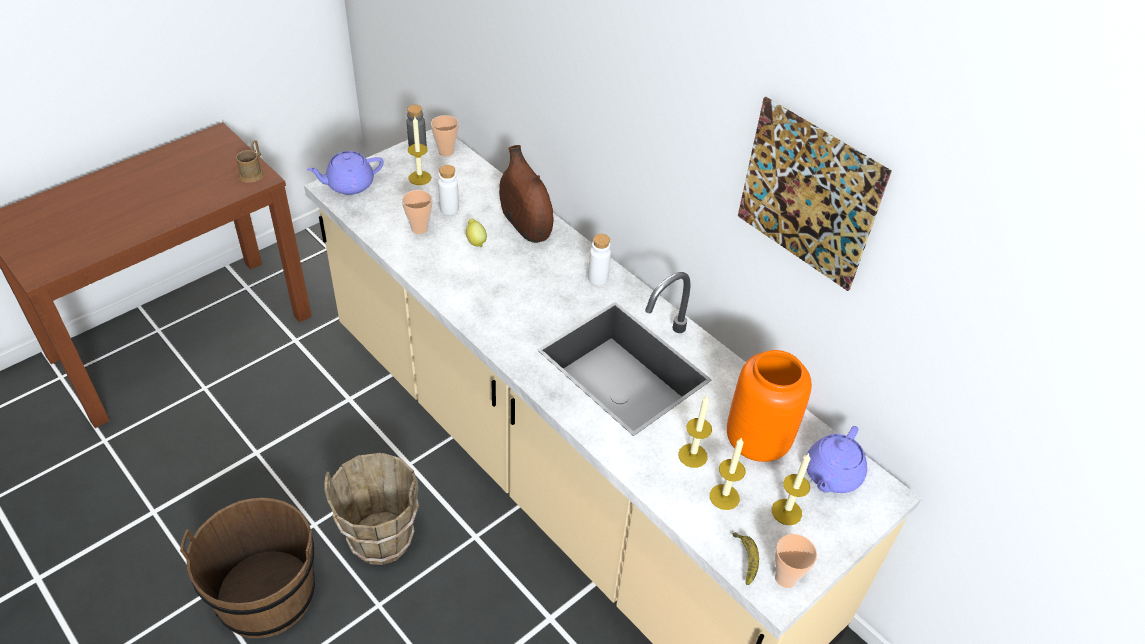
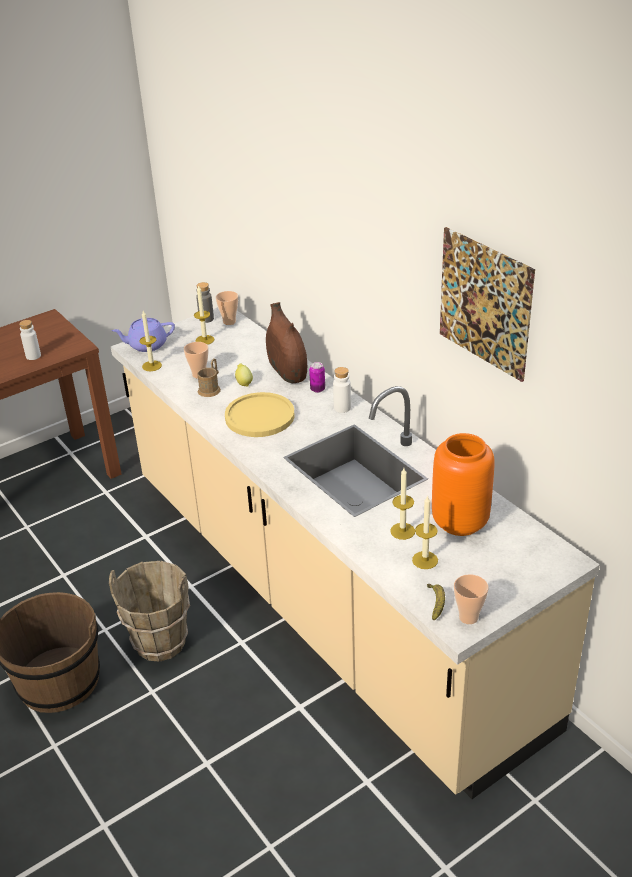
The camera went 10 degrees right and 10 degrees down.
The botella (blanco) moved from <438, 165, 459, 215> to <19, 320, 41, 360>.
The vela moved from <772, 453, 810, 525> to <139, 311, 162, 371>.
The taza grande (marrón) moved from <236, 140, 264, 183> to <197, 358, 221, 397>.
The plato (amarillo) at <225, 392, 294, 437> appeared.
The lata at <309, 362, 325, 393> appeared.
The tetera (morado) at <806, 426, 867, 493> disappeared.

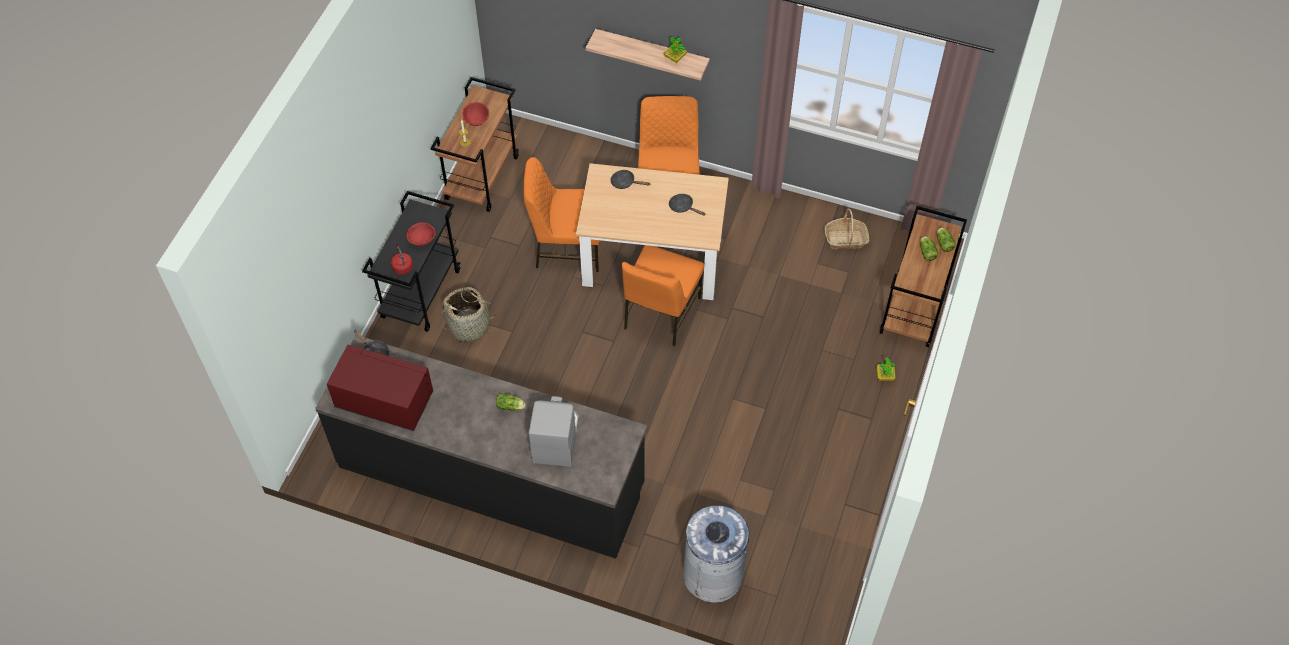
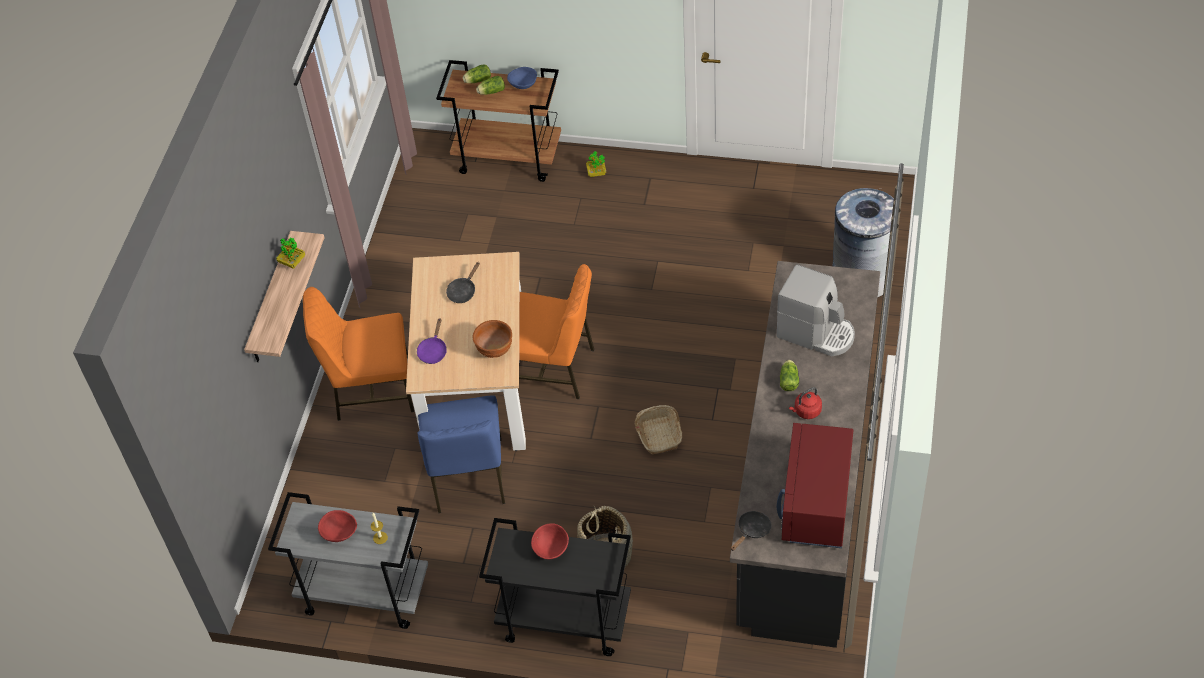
The camera went 95 degrees left and 5 degrees down.
The carrito (marrón) at <430, 77, 519, 212> became the carrito (gris) at <268, 492, 428, 629>.
The sartén (negro) at <610, 170, 651, 189> became the sartén (morado) at <417, 319, 447, 364>.
The silla (naranja) at <523, 157, 600, 272> became the silla (azul) at <417, 395, 505, 513>.
The cuenco (marrón) at <472, 320, 512, 358> appeared.
The cuenco (azul) at <507, 67, 537, 89> appeared.
The cesta moved from <824, 209, 870, 249> to <635, 405, 682, 455>.
The cafetera at <529, 396, 579, 467> turned 150 degrees counterclockwise.
The hervidor (rojo) moved from <391, 246, 413, 275> to <789, 387, 822, 419>.

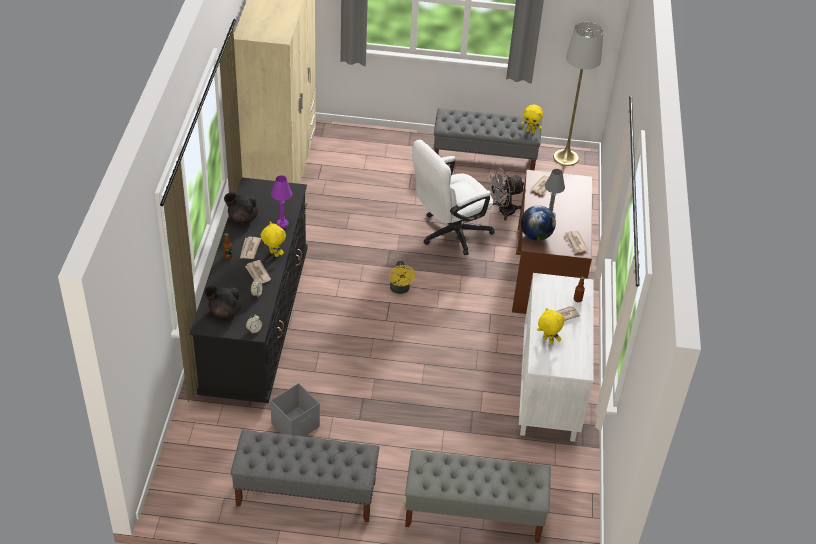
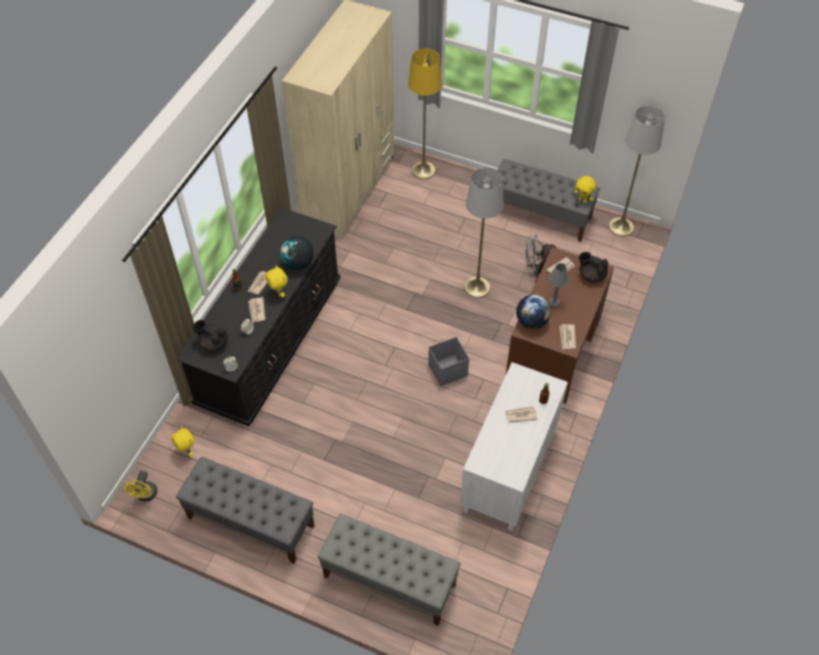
The camera went 20 degrees right and 10 degrees up.
The ventilador (amarillo) moved from <389, 261, 415, 294> to <124, 471, 158, 501>.
The peluche (amarillo) moved from <537, 308, 565, 343> to <171, 427, 194, 457>.
The lámpara de mesa (morado) at <271, 175, 292, 229> was replaced by the globo terráqueo at <280, 236, 314, 270>.
The lámpara de pie (amarillo) at <408, 48, 442, 179> appeared.
The caja de almacenaje (gris) moved from <270, 383, 320, 436> to <428, 337, 469, 386>.
The silla de oficina (blanco) at <412, 140, 495, 255> was replaced by the lámpara de pie (gris) at <464, 168, 504, 298>.
The tetera (negro) moved from <224, 192, 258, 223> to <579, 252, 608, 283>.

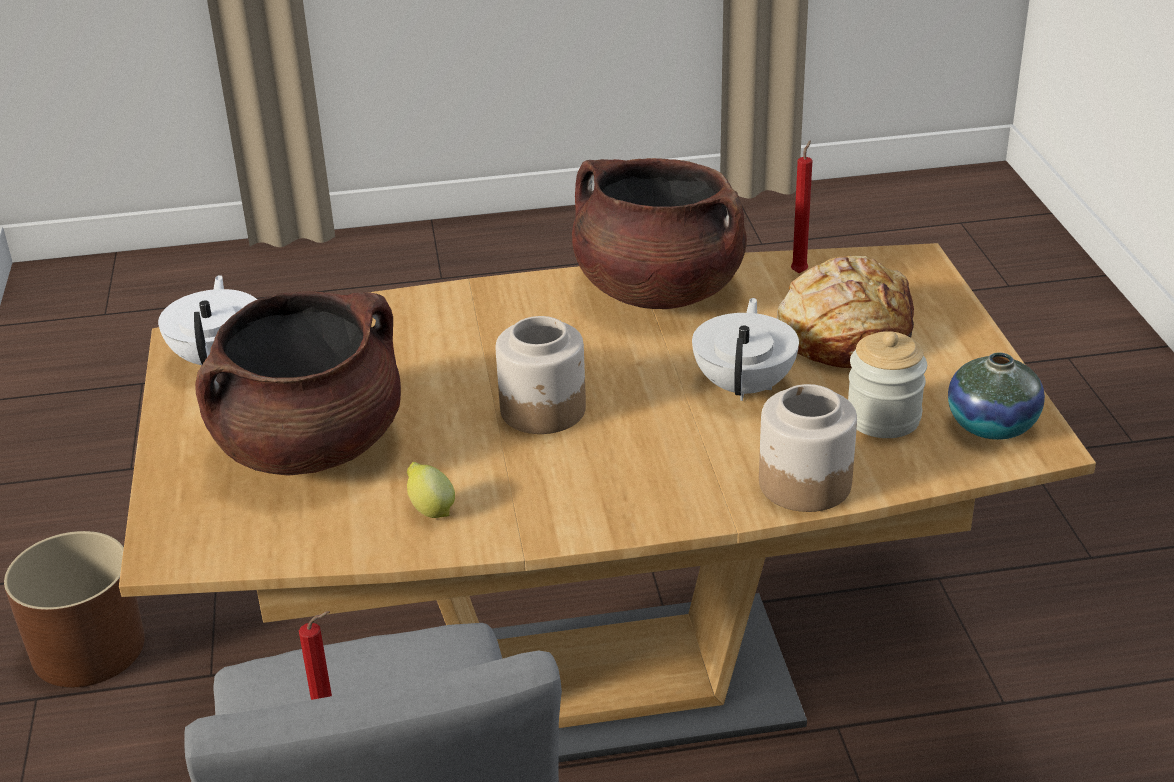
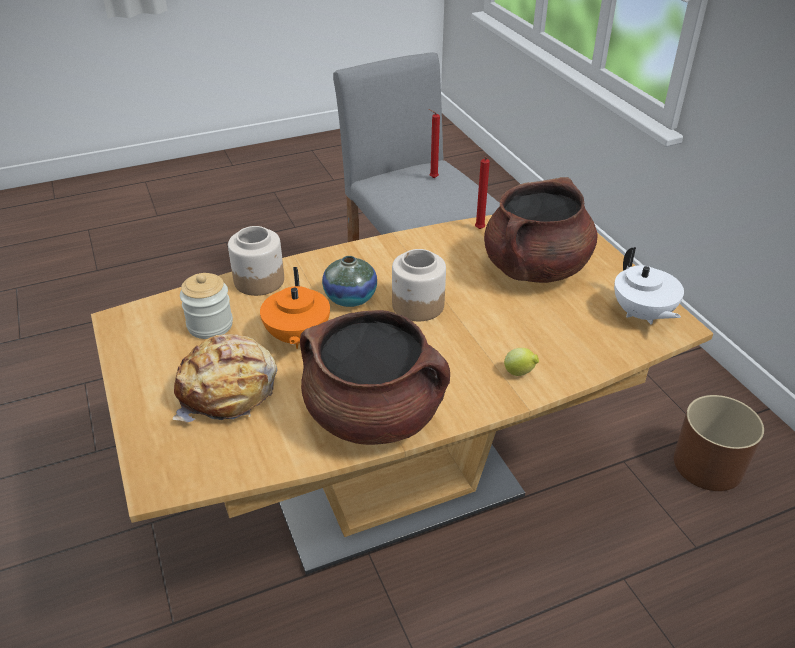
The camera went 165 degrees right and 5 degrees up.
The tetera (blanco) at <692, 298, 799, 401> became the tetera (naranja) at <260, 267, 330, 349>.
The florero moved from <948, 352, 1045, 440> to <322, 256, 377, 307>.
The vela (rojo) moved from <791, 140, 813, 273> to <475, 156, 490, 229>.
The limón moved from <407, 462, 455, 518> to <504, 348, 539, 376>.

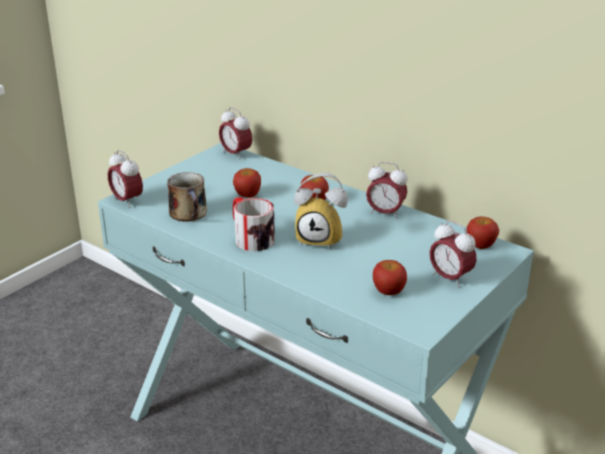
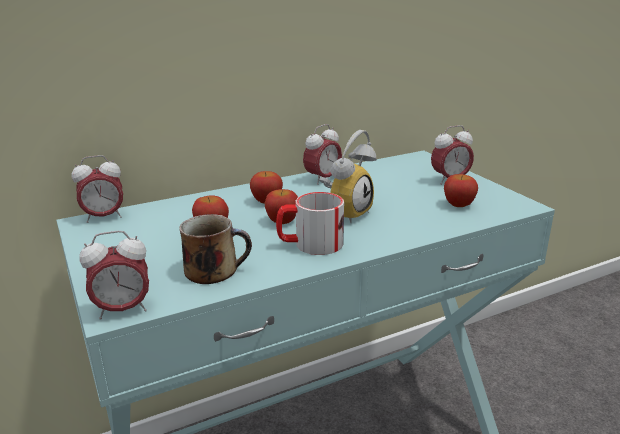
The camera went 65 degrees left and 5 degrees down.
The manzana moved from <467, 217, 499, 249> to <265, 189, 298, 224>.

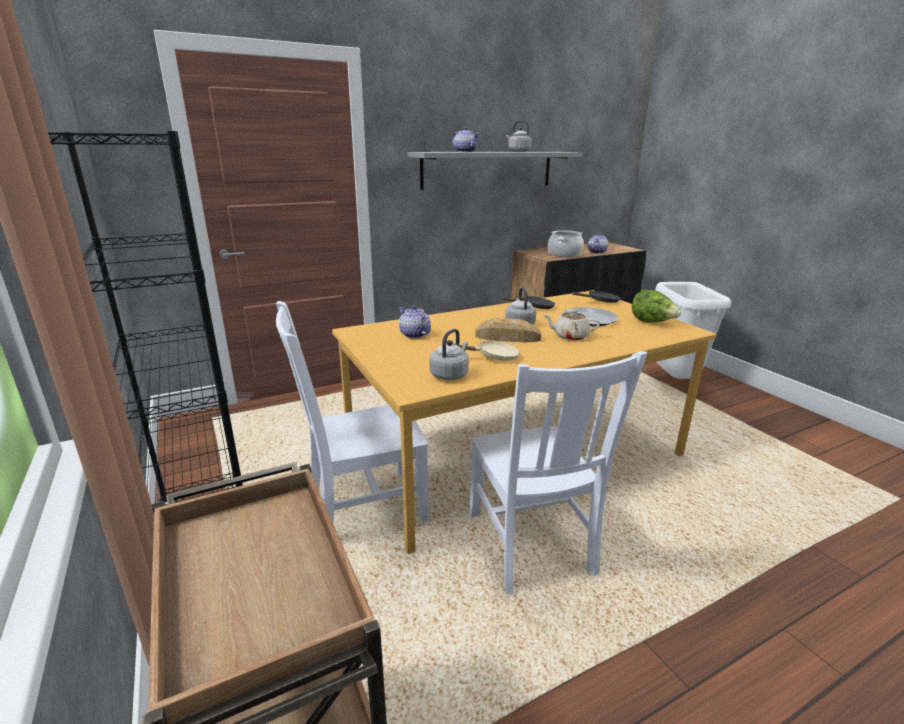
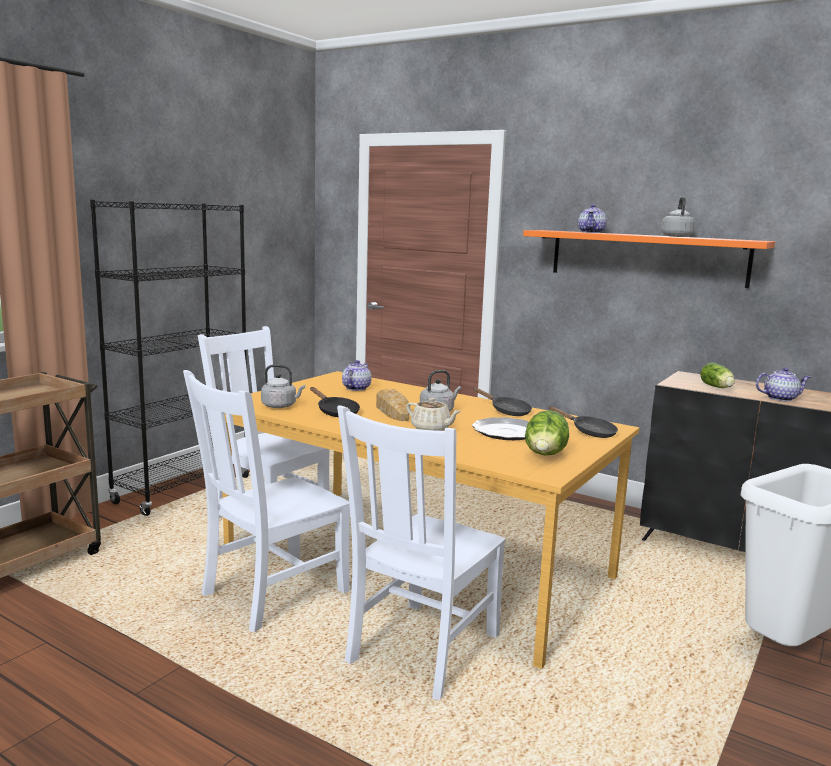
The camera went 60 degrees right and 10 degrees down.
The sartén (beis) at <452, 341, 520, 361> became the sartén (negro) at <310, 387, 360, 417>.
The silla (blanco) at <337, 405, 506, 700> appeared.
The tetera (beis) at <543, 310, 600, 341> turned 150 degrees clockwise.
The estante (gris) at <407, 152, 582, 190> became the estante (naranja) at <523, 230, 775, 288>.
The olla at <548, 230, 584, 257> was replaced by the lechuga at <700, 363, 735, 388>.

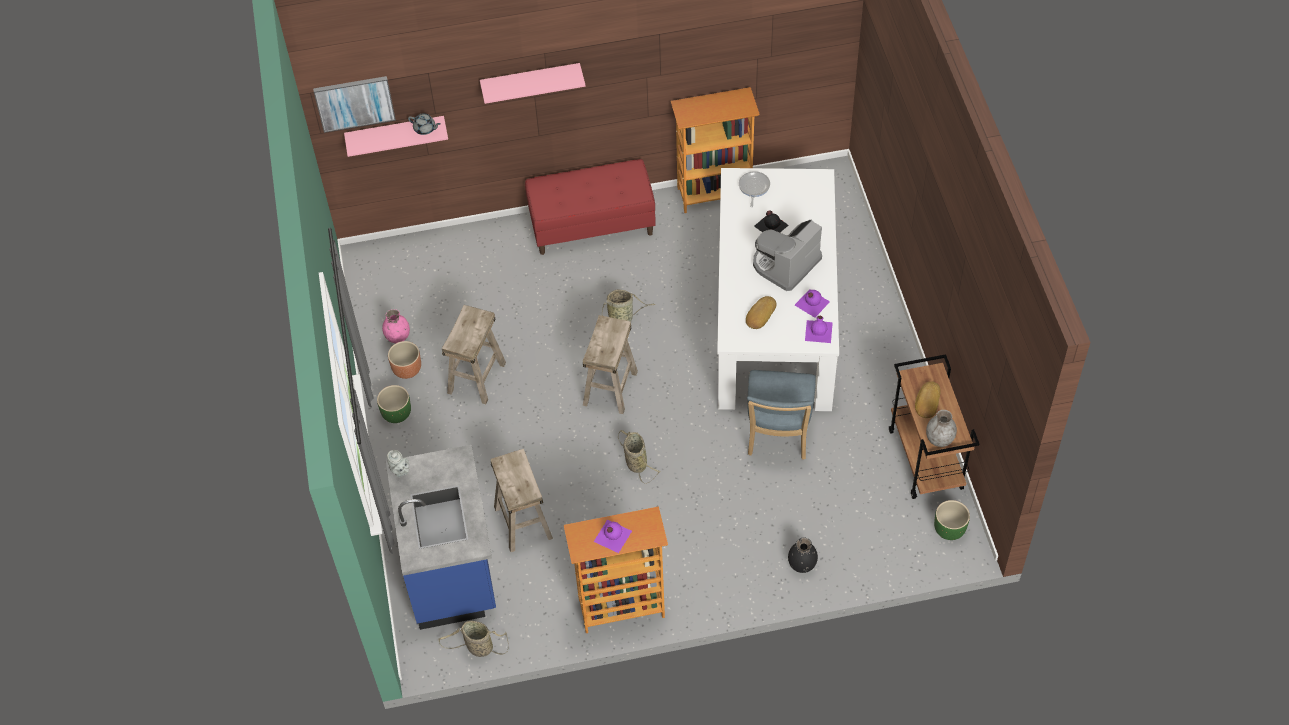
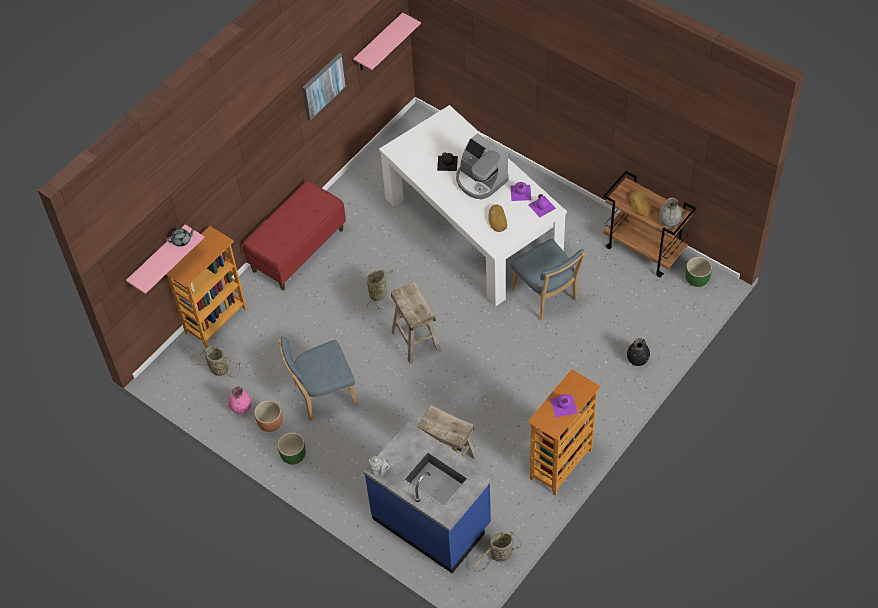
The camera went 40 degrees left and 0 degrees up.
The estantería moved from <671, 87, 760, 213> to <166, 226, 246, 348>.
The cesta moved from <618, 430, 660, 484> to <191, 346, 240, 378>.
The taburete (beis) at <442, 305, 506, 404> was replaced by the silla (azul) at <278, 336, 357, 421>.
The cuadro moved from <313, 76, 396, 133> to <302, 53, 347, 121>.
The estante (rosa) moved from <480, 63, 586, 104> to <353, 13, 421, 70>.
The cafetera at <753, 220, 822, 291> turned 45 degrees counterclockwise.
The sartén at <739, 171, 770, 207> disappeared.

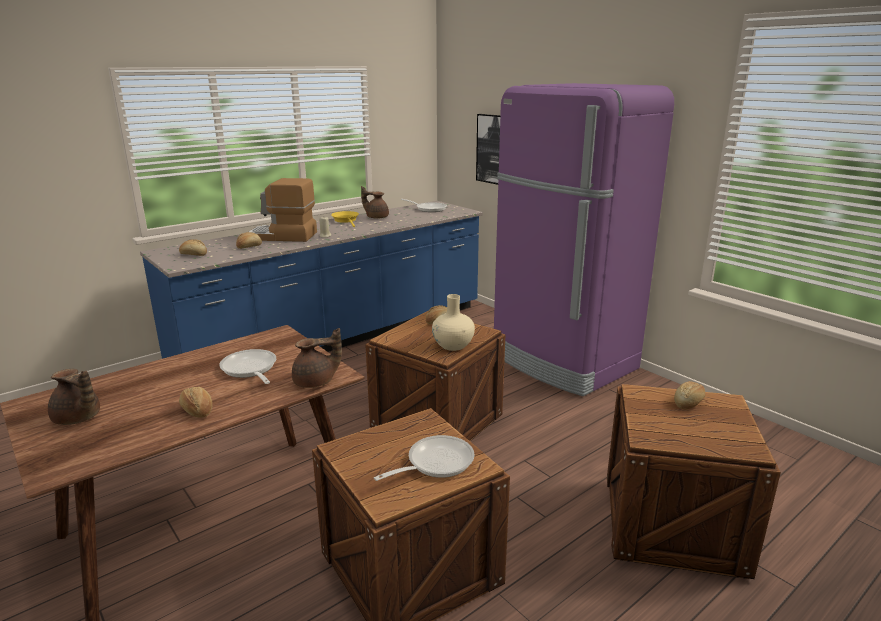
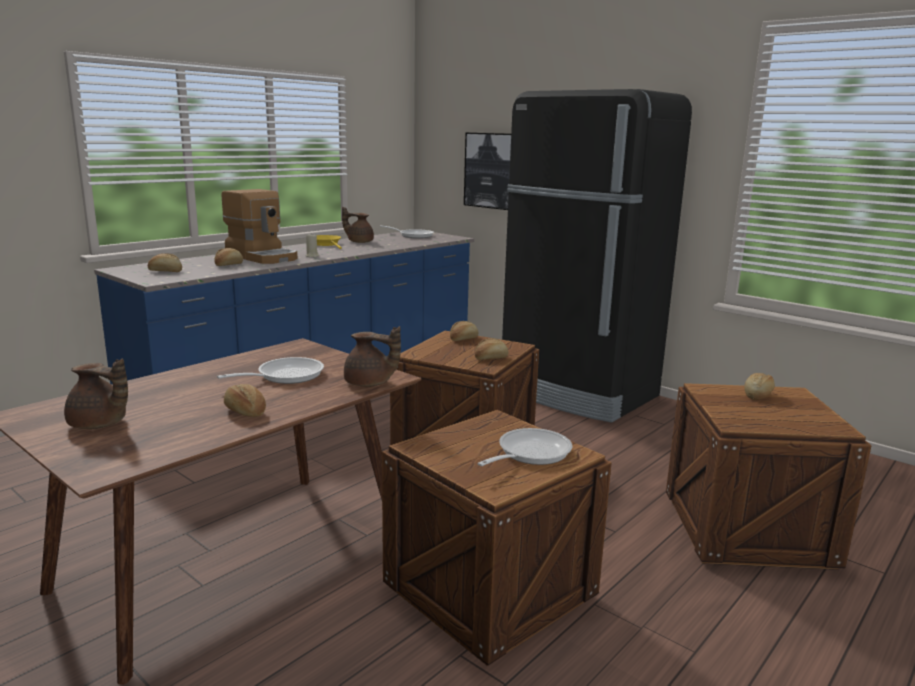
The camera went 10 degrees left and 5 degrees down.
The sartén at <219, 349, 276, 384> turned 90 degrees clockwise.
The cafetera at <249, 178, 317, 242> turned 135 degrees counterclockwise.
The tetera (marrón) at <292, 328, 342, 388> turned 45 degrees clockwise.
The florero (beis) at <432, 294, 475, 351> was replaced by the pan at <475, 338, 509, 360>.
The nevera (morado) at <494, 83, 674, 396> became the nevera (negro) at <502, 89, 692, 423>.

